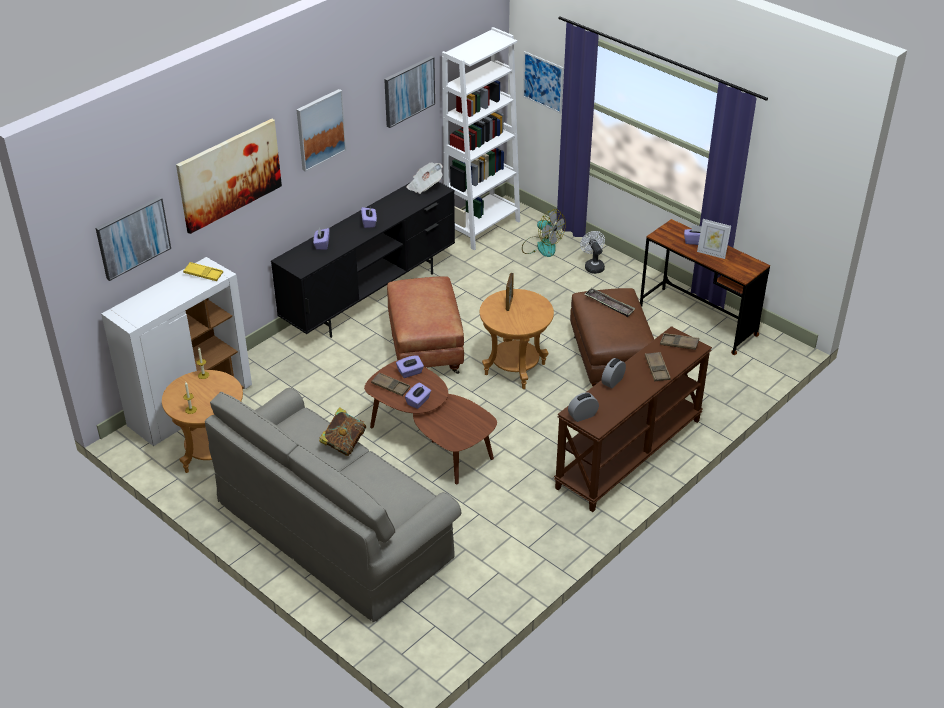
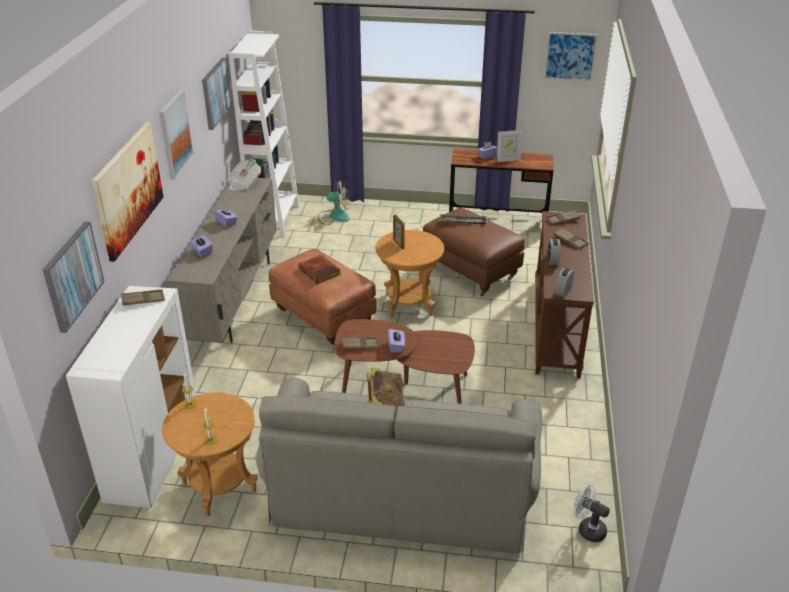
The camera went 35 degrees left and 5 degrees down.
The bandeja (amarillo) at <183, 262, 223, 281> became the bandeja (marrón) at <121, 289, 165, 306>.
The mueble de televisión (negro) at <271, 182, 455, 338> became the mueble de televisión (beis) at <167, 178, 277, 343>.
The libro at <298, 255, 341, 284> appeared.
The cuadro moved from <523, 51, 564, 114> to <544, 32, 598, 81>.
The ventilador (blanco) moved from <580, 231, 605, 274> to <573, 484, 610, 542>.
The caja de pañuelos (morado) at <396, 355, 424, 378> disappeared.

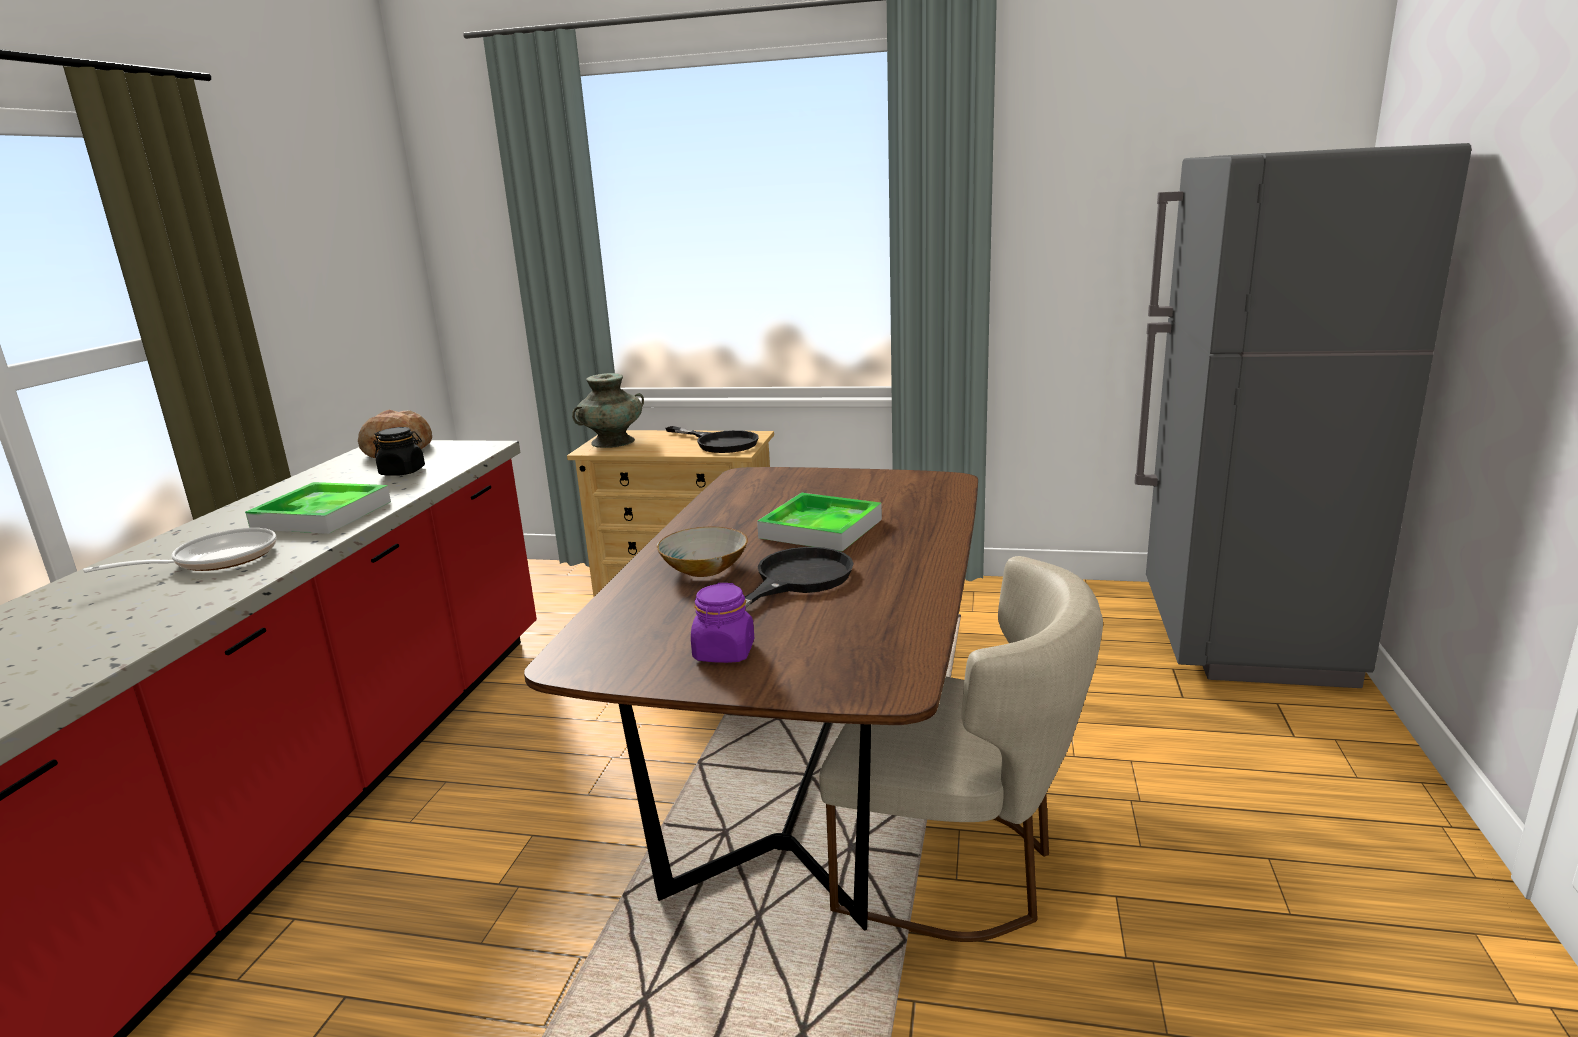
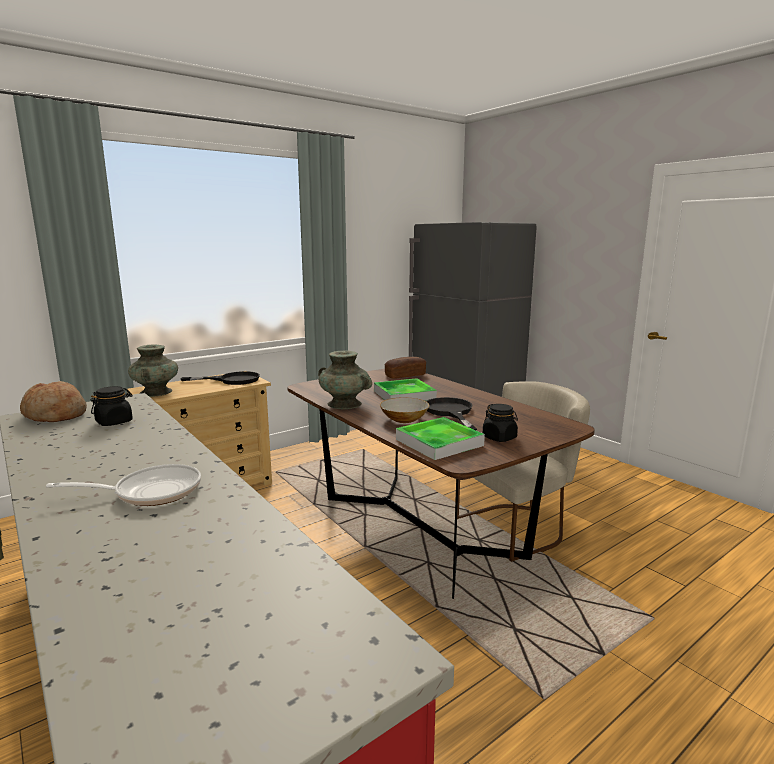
The camera went 50 degrees left and 5 degrees down.
The sartén at <83, 528, 277, 573> turned 75 degrees clockwise.
The florero (turquesa) at <318, 351, 372, 409> appeared.
The pan at <385, 357, 426, 379> appeared.
The bandeja moved from <245, 482, 391, 534> to <396, 417, 485, 460>.
The tarro (morado) at <691, 583, 754, 663> became the tarro (negro) at <483, 404, 518, 442>.

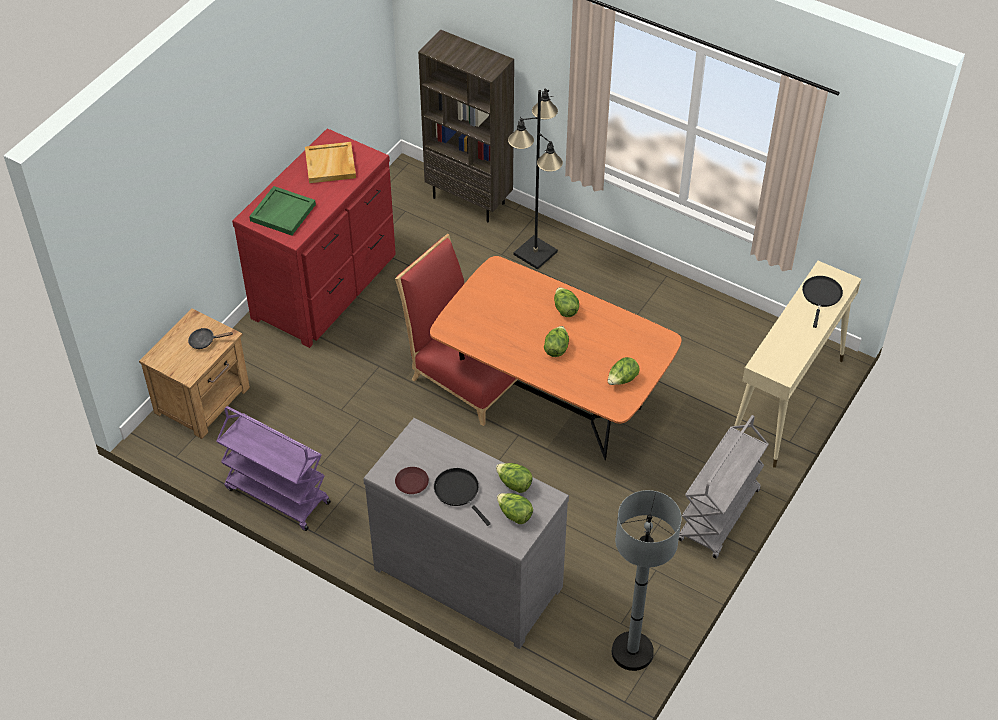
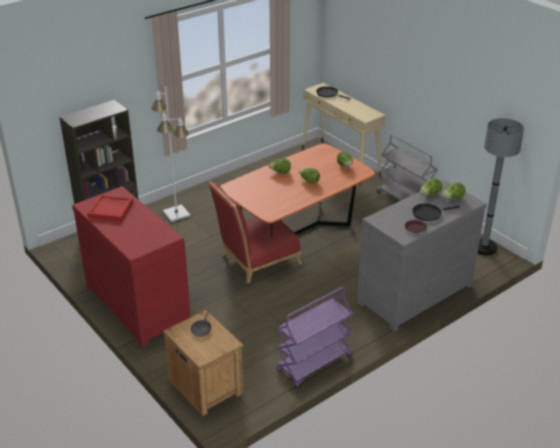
The camera went 70 degrees left and 15 degrees down.
The bandeja (beis) at <305, 142, 356, 183> became the bandeja (rojo) at <87, 194, 133, 221>.
The lámpara de pie (negro) at <508, 88, 563, 270> became the lámpara de pie (blanco) at <151, 87, 190, 222>.
The bandeja (verde) at <249, 186, 316, 236> disappeared.

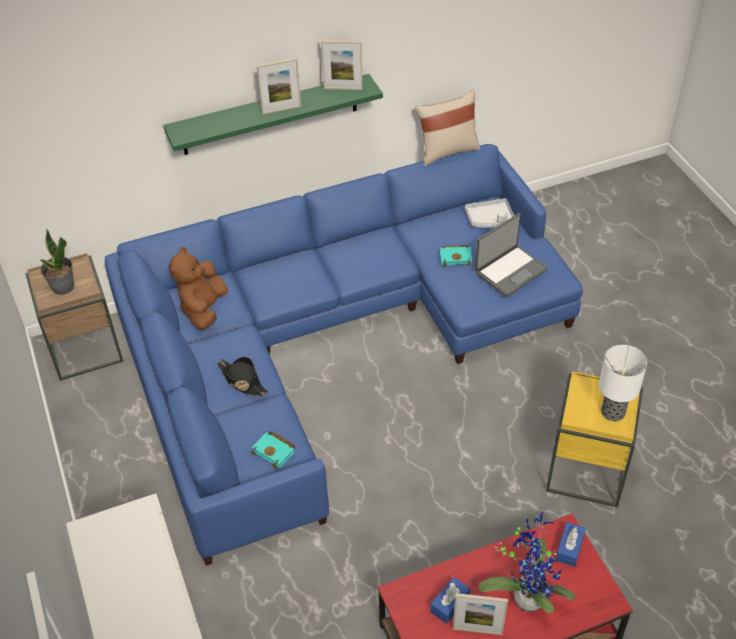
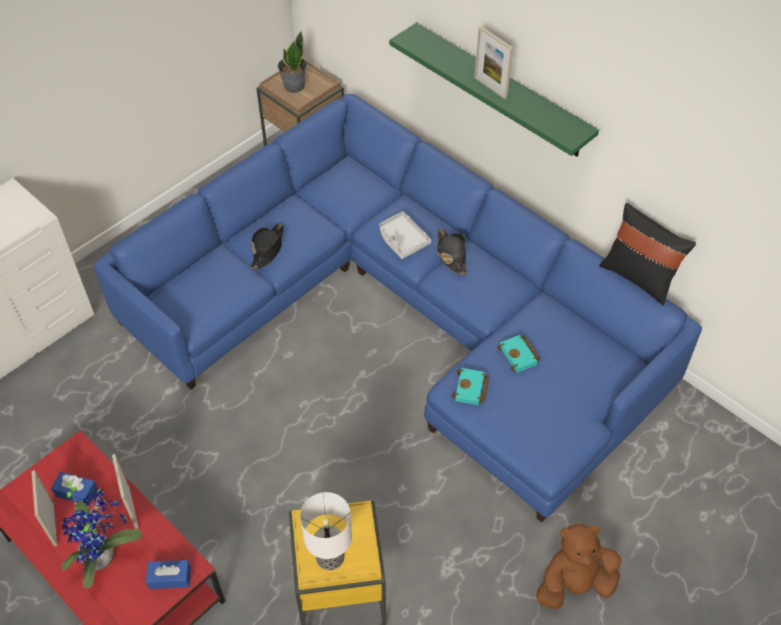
The camera went 65 degrees right and 5 degrees up.
The portarretratos moved from <321, 40, 363, 90> to <112, 454, 139, 529>.
The bandeja (gris) moved from <465, 198, 514, 228> to <380, 211, 431, 259>.
The sombrero (negro) at <437, 229, 468, 275> appeared.
The libro (turquesa) moved from <251, 431, 296, 468> to <451, 368, 489, 405>.
The peluche (marrón) moved from <169, 247, 228, 330> to <536, 523, 622, 609>.
The cojín (beis) at <415, 90, 480, 166> became the cojín (negro) at <599, 203, 696, 305>.
The portátil at <475, 213, 548, 297> disappeared.

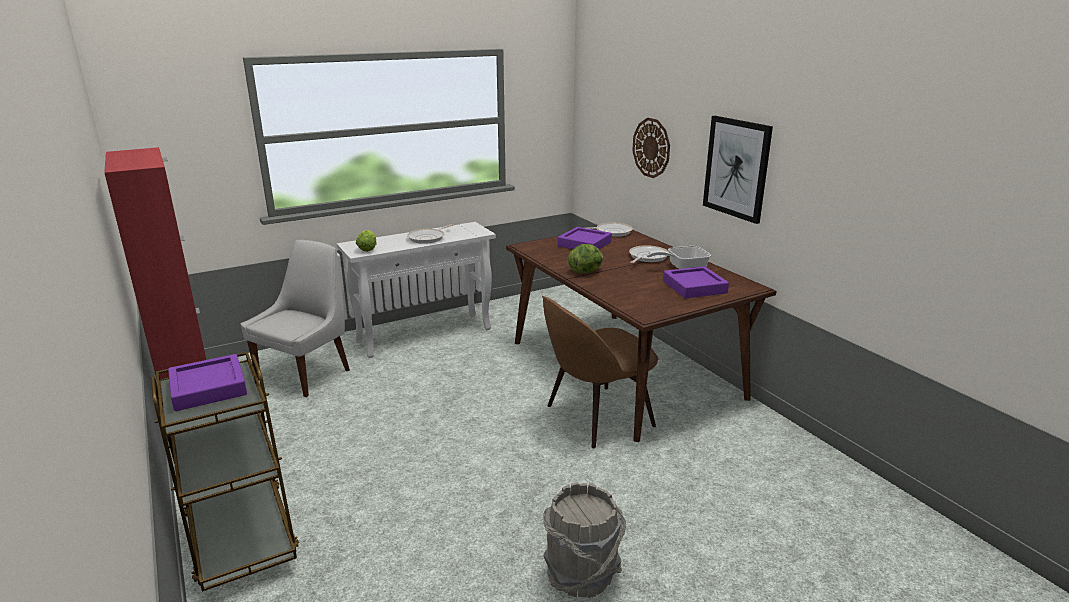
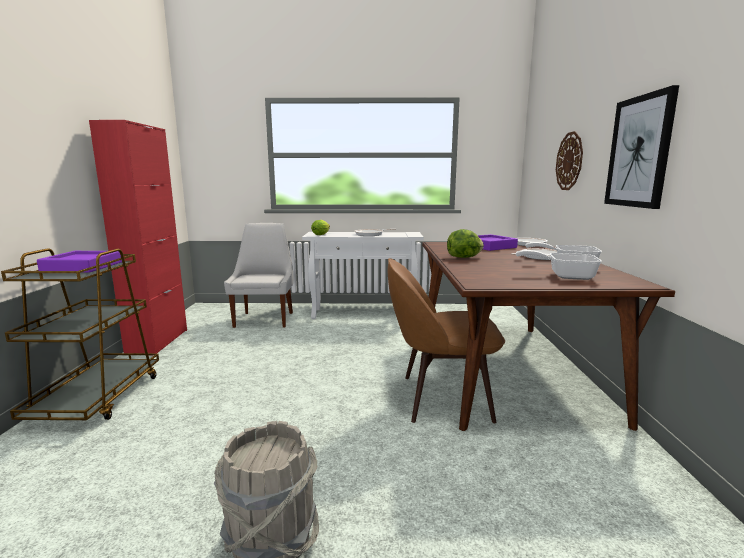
The camera went 30 degrees right and 10 degrees down.
The silla (blanco) at <241, 240, 350, 397> turned 60 degrees counterclockwise.
The bandeja (morado) at <663, 266, 729, 298> was replaced by the sartén at <516, 250, 602, 280>.

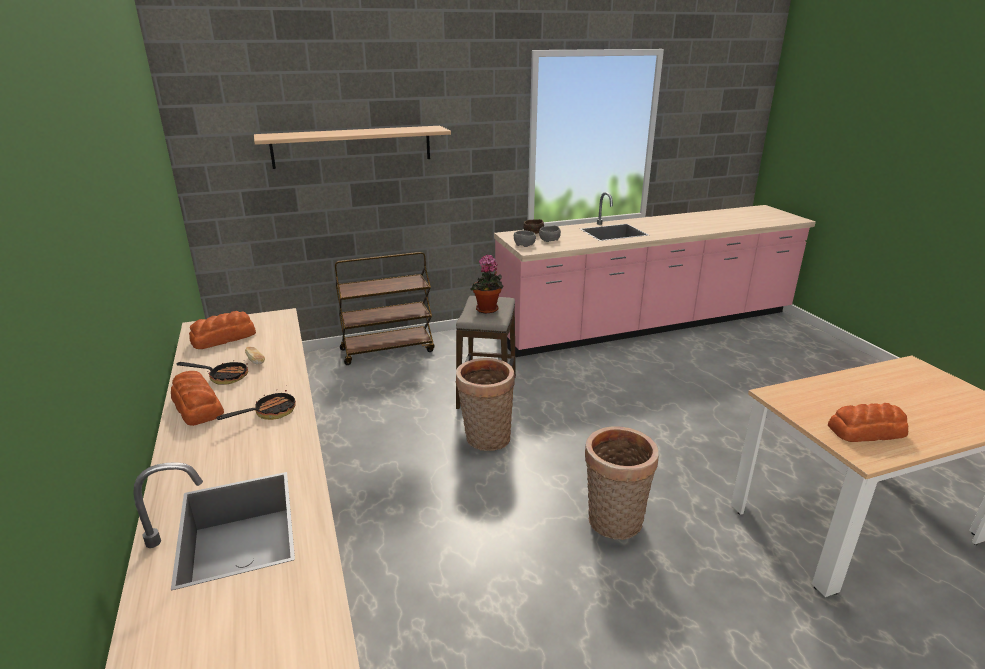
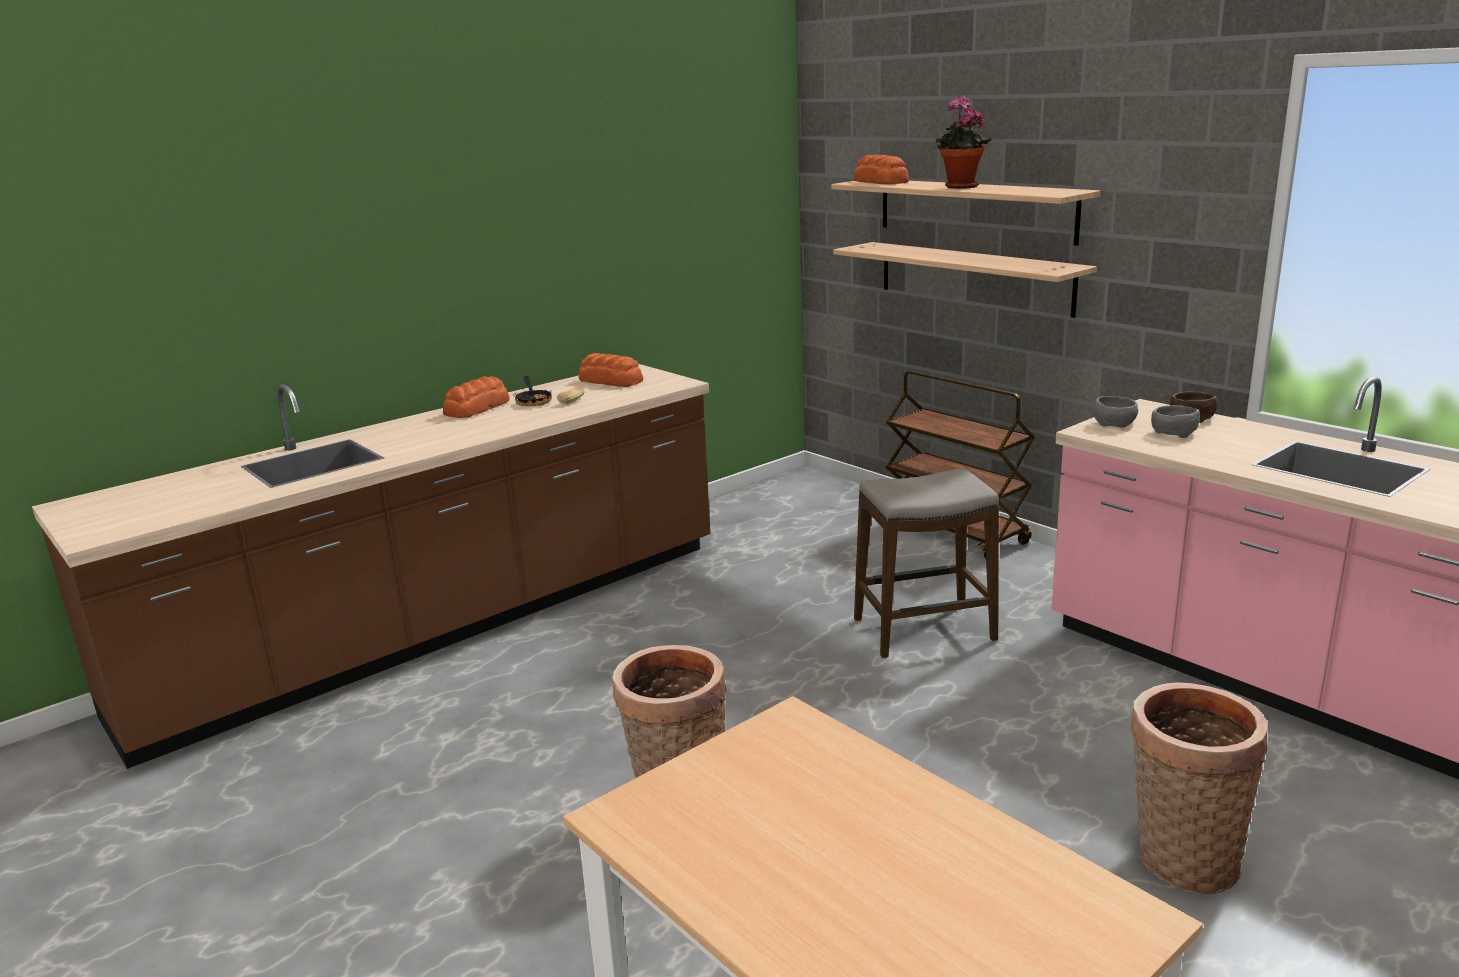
The camera went 70 degrees right and 5 degrees down.
The estante at <833, 242, 1097, 318> appeared.
The pan moved from <828, 403, 908, 442> to <854, 155, 909, 184>.
The planta en maceta moved from <470, 254, 503, 314> to <936, 96, 992, 189>.
The cesta moved from <456, 358, 515, 451> to <1130, 682, 1268, 894>.
The sartén at <217, 390, 296, 420> disappeared.

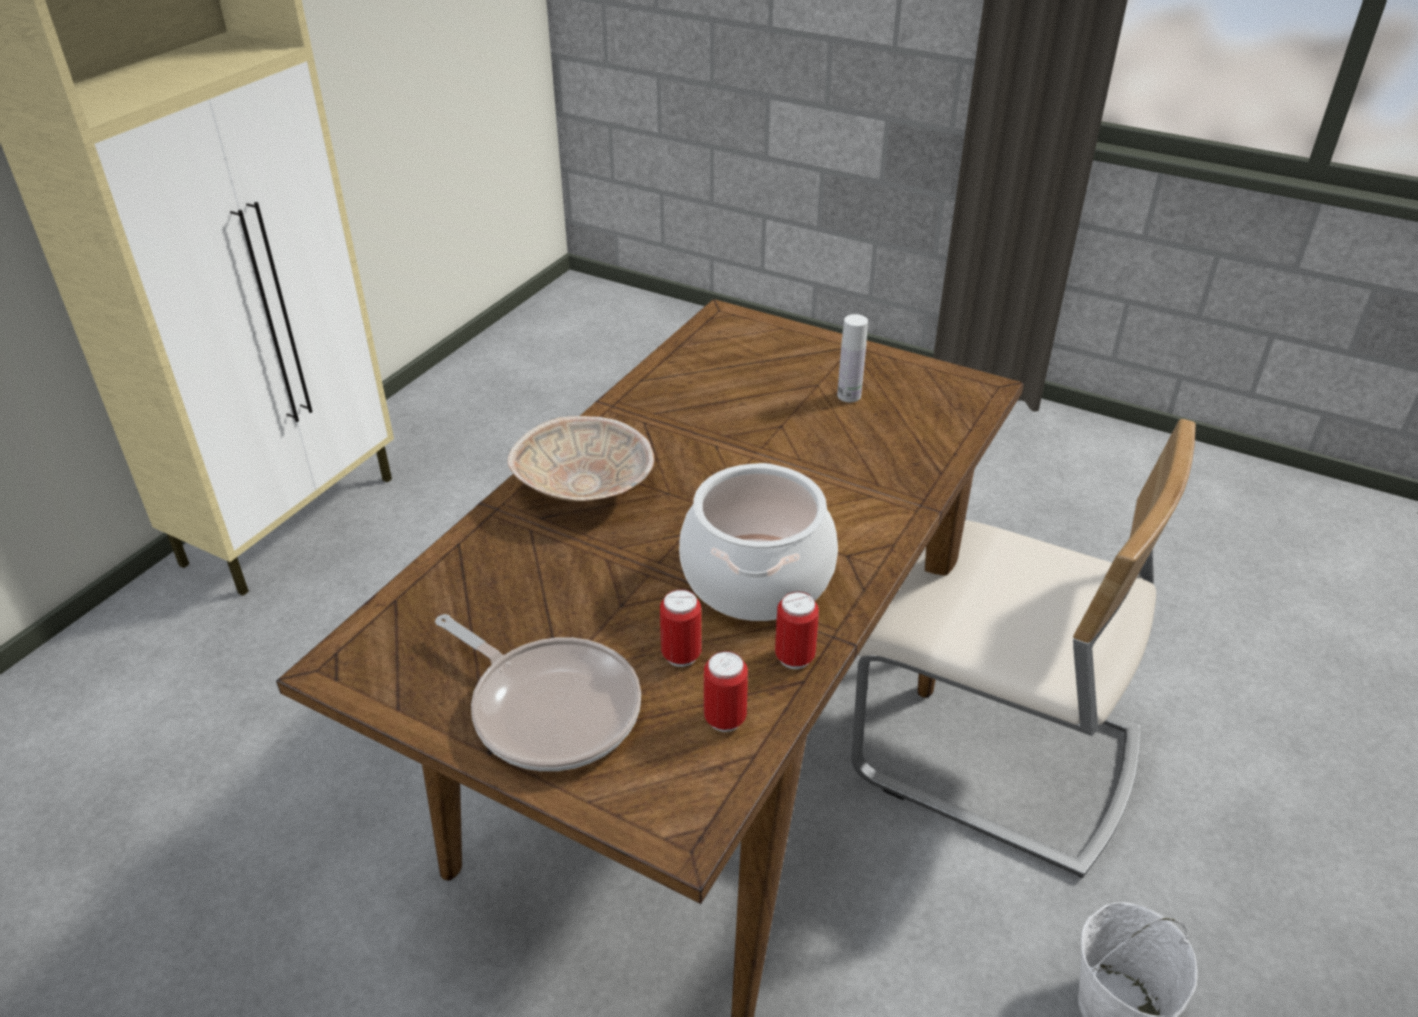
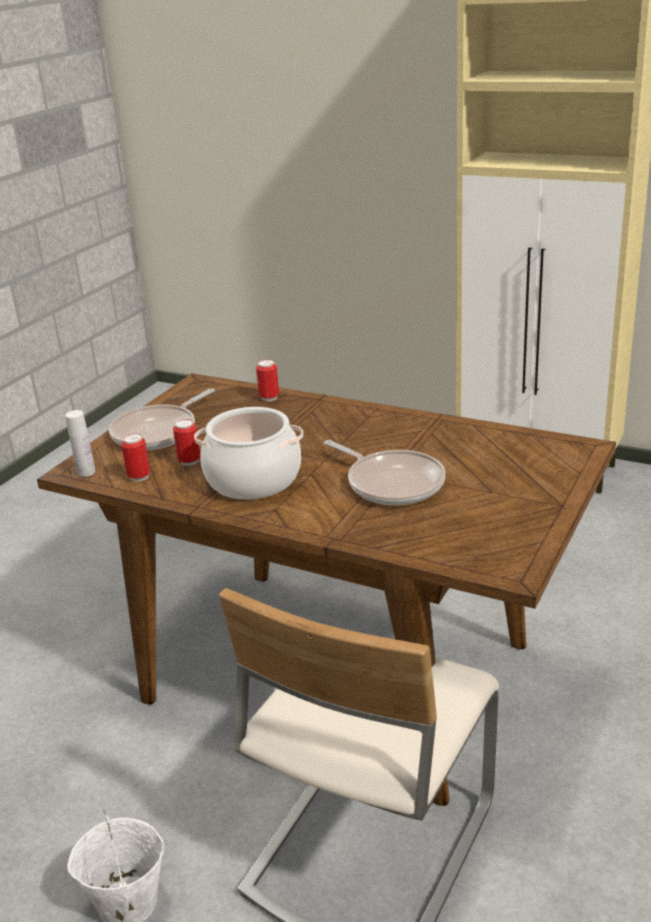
The camera went 90 degrees right and 10 degrees down.
The botella (blanco) moved from <837, 314, 868, 402> to <65, 410, 95, 477>.
The lata moved from <775, 591, 819, 669> to <256, 359, 279, 402>.
The sartén at <324, 440, 446, 505> appeared.
The cuenco (beis) at <508, 416, 654, 502> disappeared.

